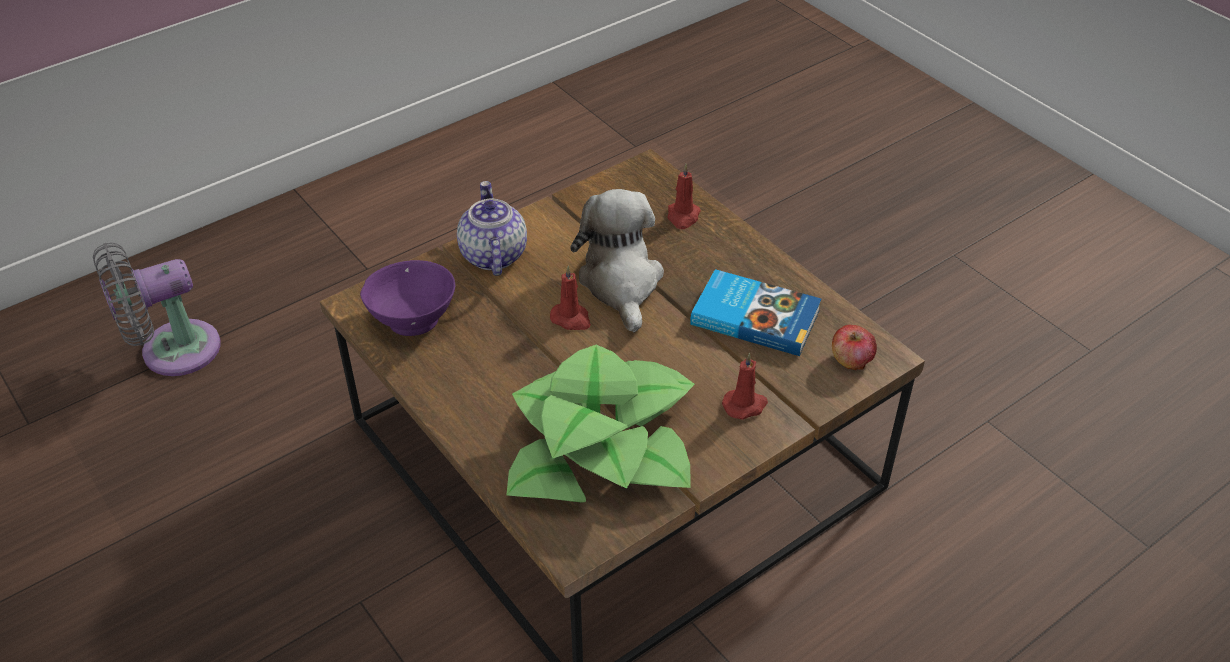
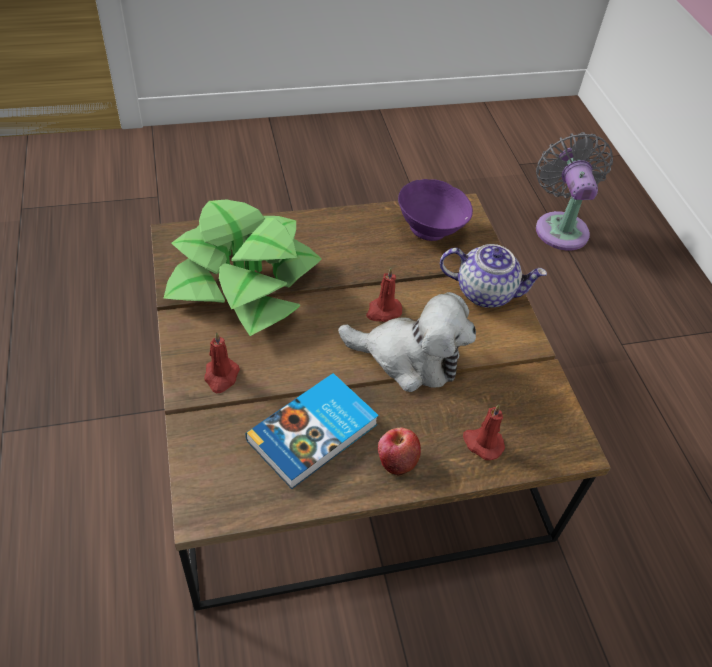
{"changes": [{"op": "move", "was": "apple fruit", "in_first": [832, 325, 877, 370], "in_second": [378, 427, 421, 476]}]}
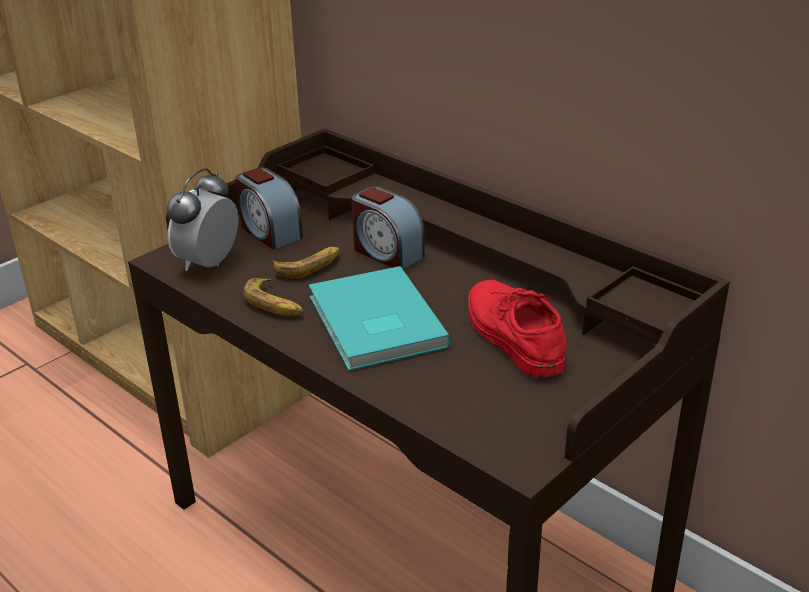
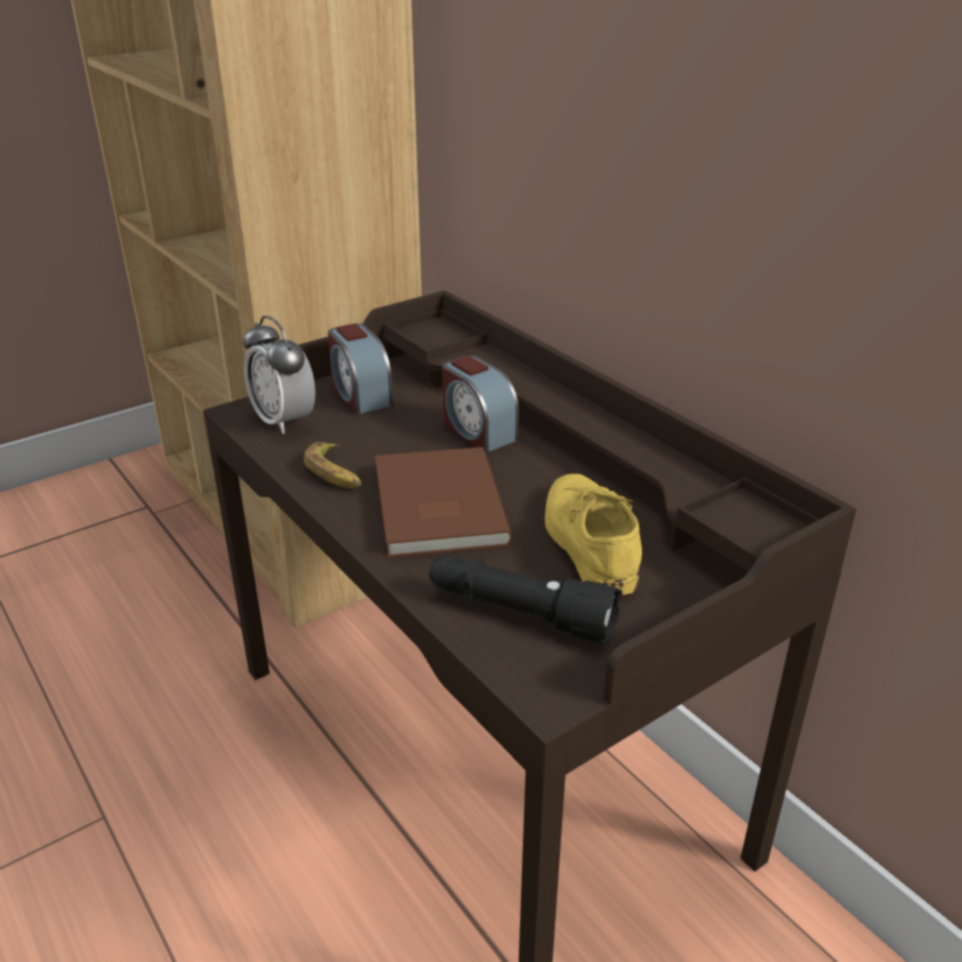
{"changes": [{"op": "rotate", "was": "table clock", "in_first": [167, 168, 238, 271], "in_second": [243, 316, 315, 434], "clockwise": -75}, {"op": "delete", "was": "banana", "in_first": [272, 247, 340, 279]}, {"op": "recolor", "was": "blue-green bound book", "now": "brown-coloured bound book", "in_first": [309, 266, 451, 371], "in_second": [375, 447, 512, 558]}, {"op": "recolor", "was": "red-coloured low shoe", "now": "yellowish low shoe", "in_first": [468, 280, 567, 379], "in_second": [545, 474, 642, 598]}, {"op": "insert", "now": "black flashlight", "in_second": [429, 556, 622, 644]}]}
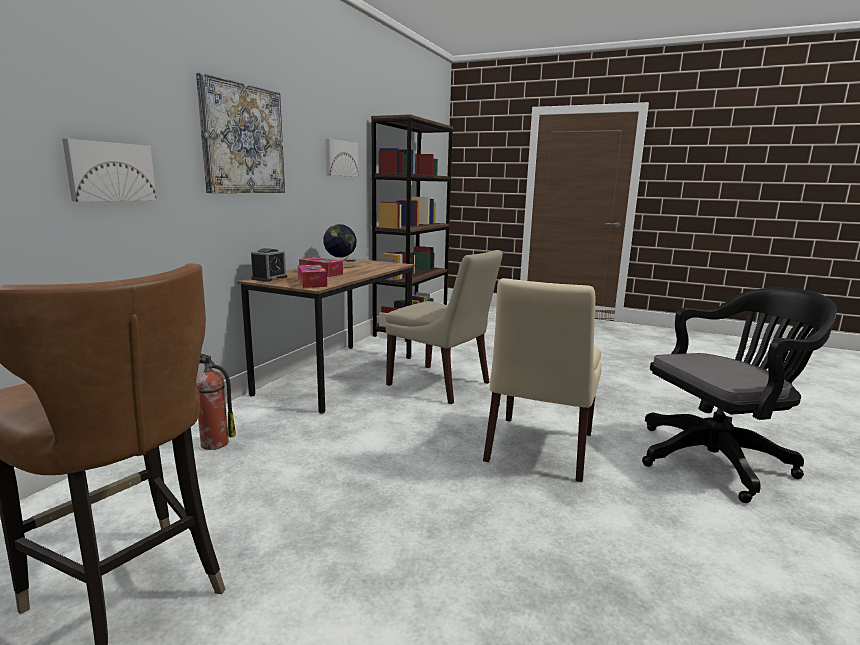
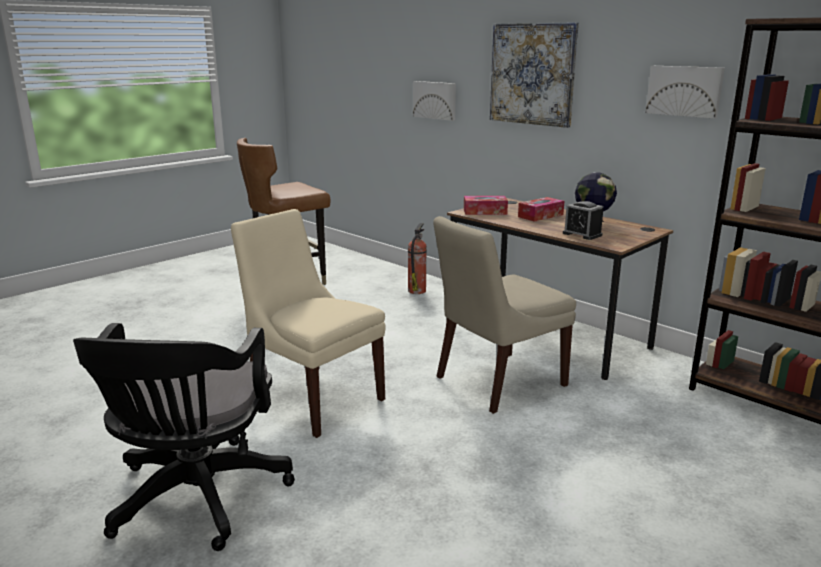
{"changes": [{"op": "move", "was": "table clock", "in_first": [251, 248, 287, 282], "in_second": [563, 201, 604, 240]}]}
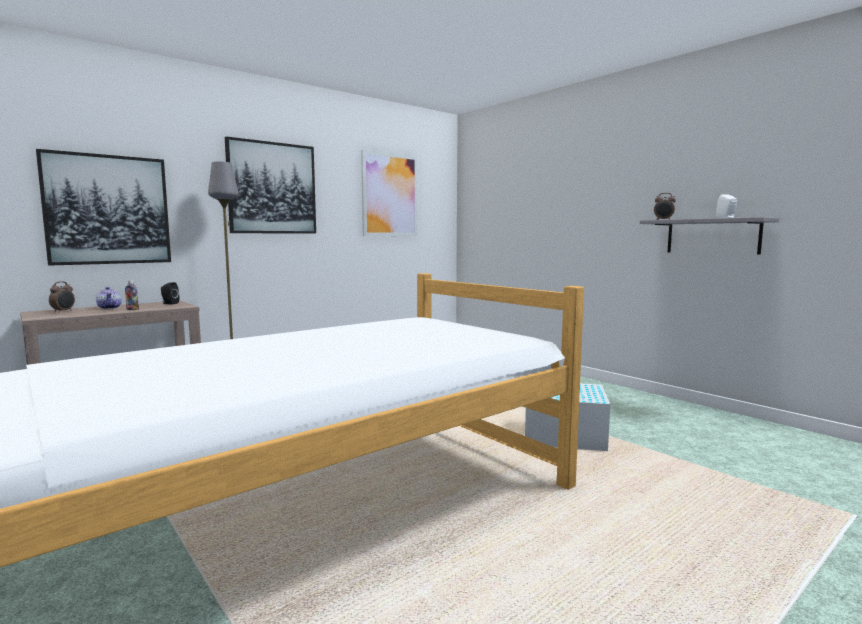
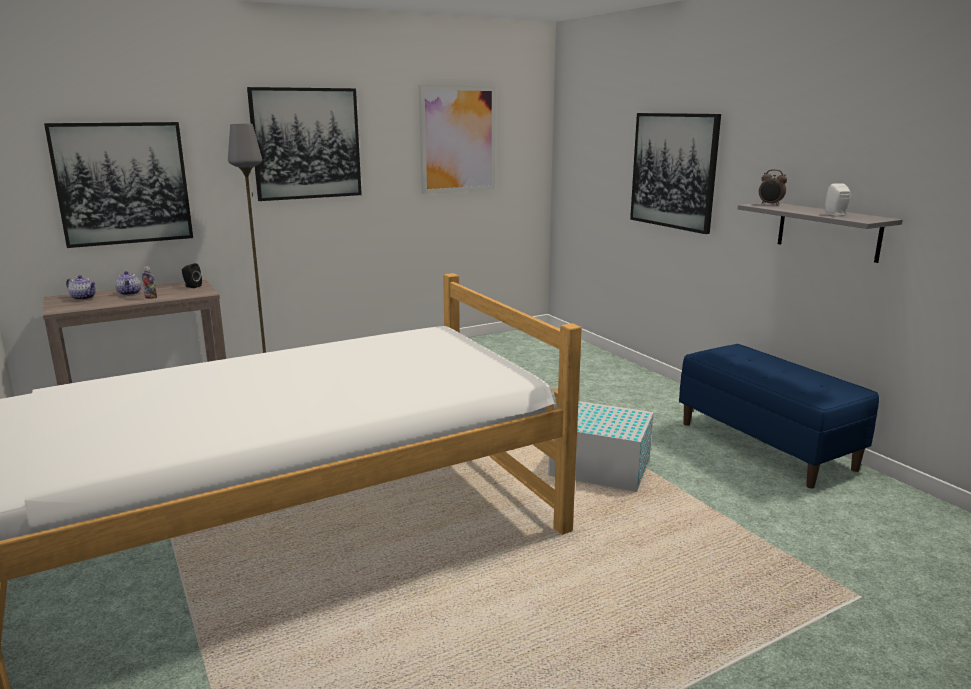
{"changes": [{"op": "replace", "was": "table clock", "now": "tea pot", "in_first": [49, 281, 75, 312], "in_second": [66, 275, 96, 300]}, {"op": "insert", "now": "wall art", "in_second": [630, 113, 721, 234]}, {"op": "insert", "now": "blue-coloured indoor bench", "in_second": [679, 344, 879, 489]}]}
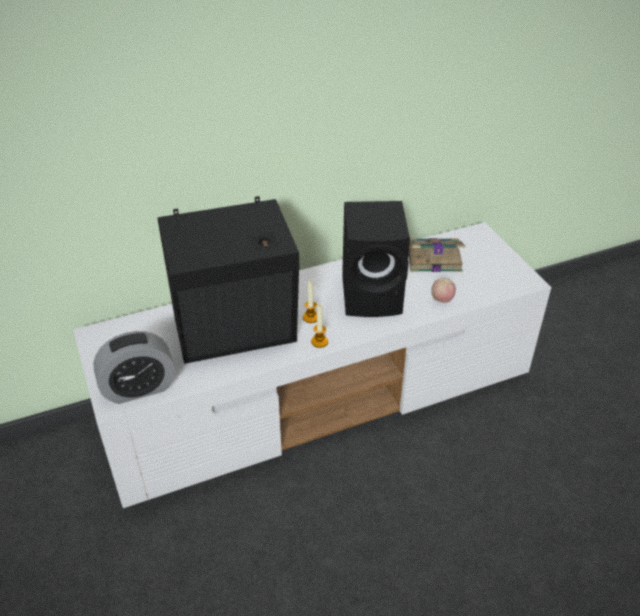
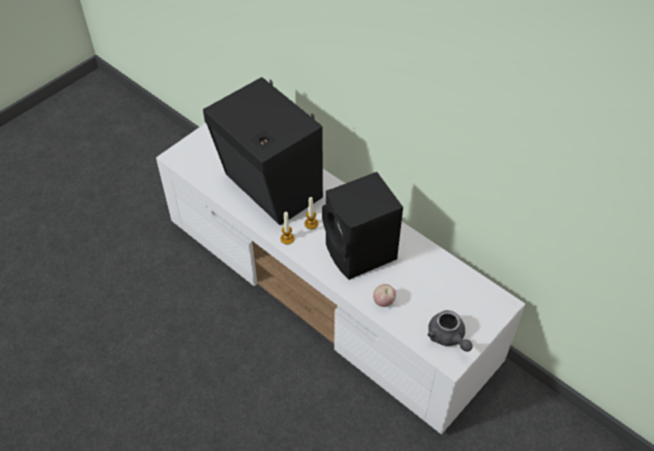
{"changes": [{"op": "delete", "was": "bound book", "in_first": [409, 238, 465, 272]}, {"op": "delete", "was": "table clock", "in_first": [93, 331, 175, 404]}, {"op": "insert", "now": "grey tea pot", "in_second": [427, 310, 473, 352]}]}
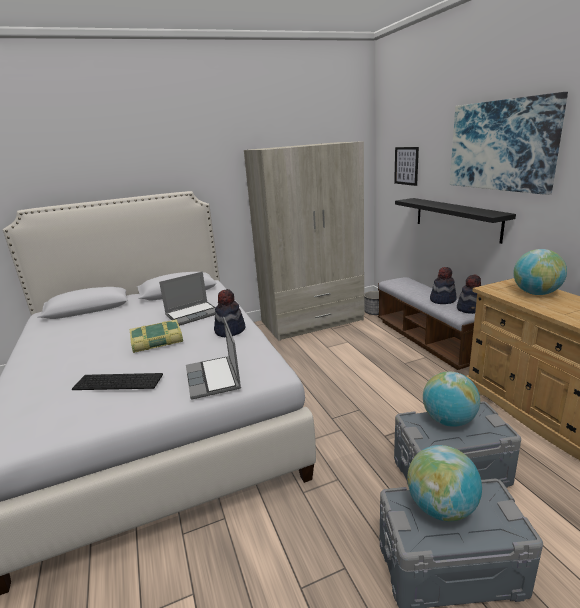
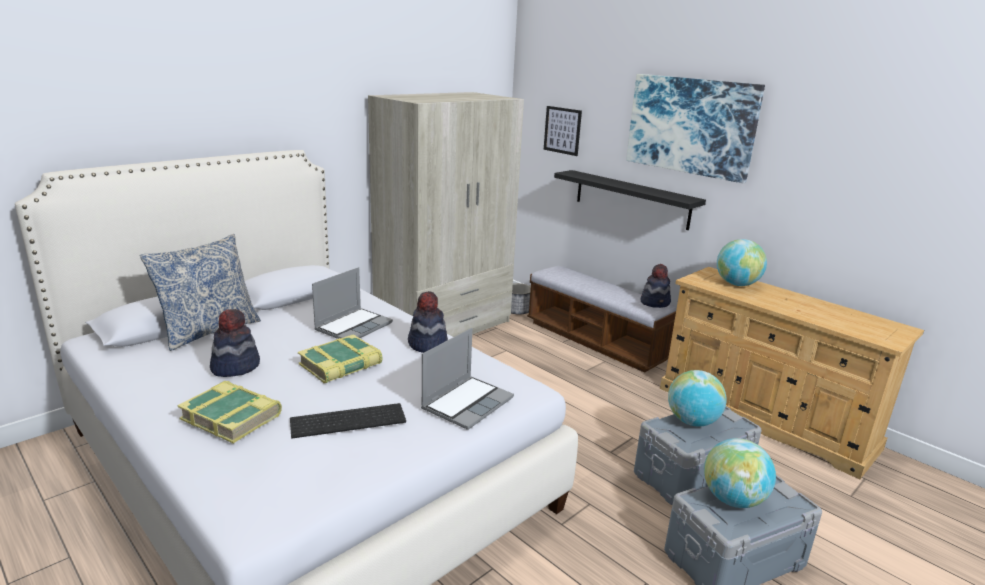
{"changes": [{"op": "move", "was": "hat", "in_first": [430, 267, 457, 304], "in_second": [210, 309, 260, 377]}, {"op": "rotate", "was": "laptop", "in_first": [186, 317, 241, 399], "in_second": [421, 328, 514, 430], "clockwise": -105}, {"op": "insert", "now": "pillow", "in_second": [140, 234, 261, 351]}, {"op": "insert", "now": "bound book", "in_second": [177, 381, 282, 443]}]}
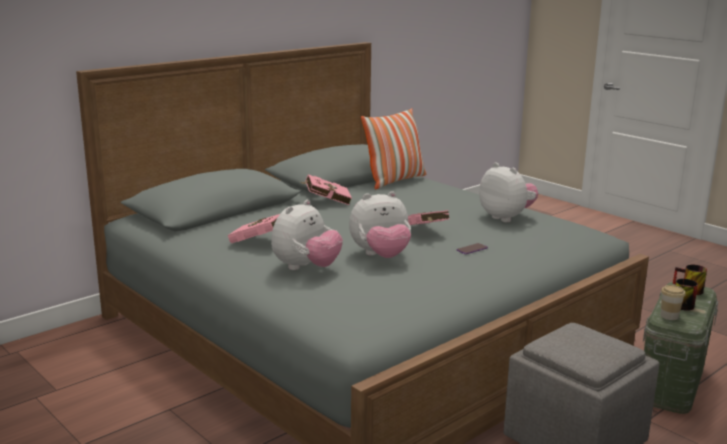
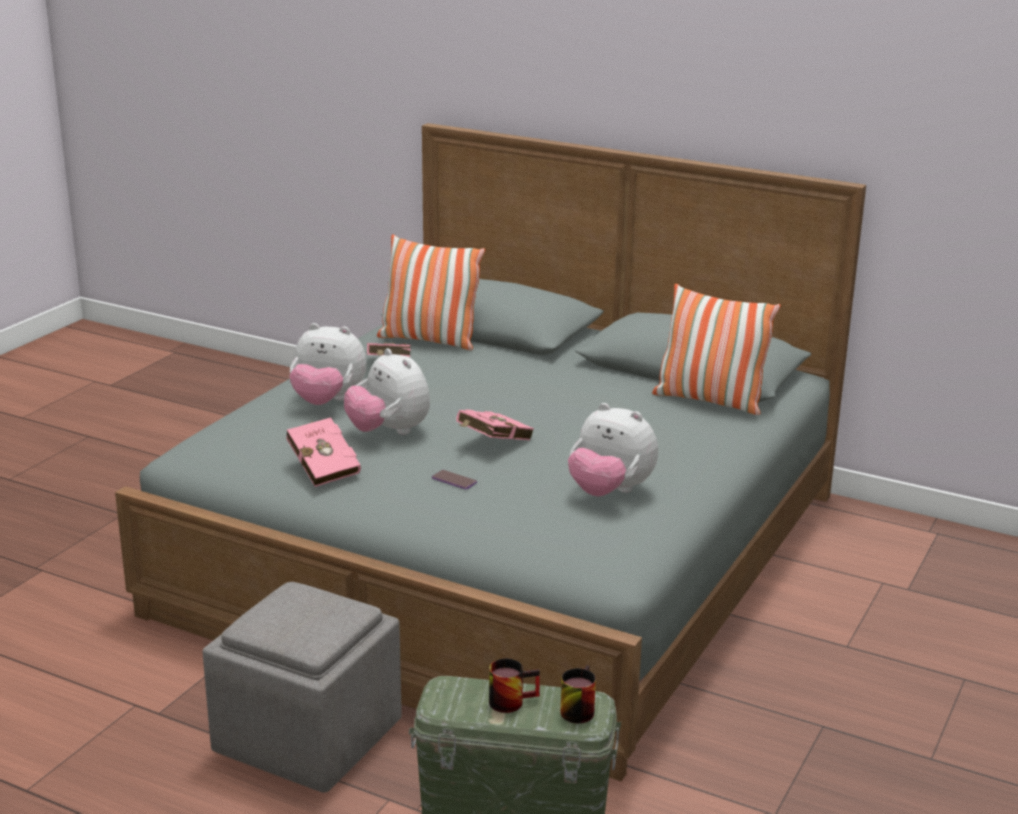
{"changes": [{"op": "rotate", "was": "soft toy", "in_first": [479, 162, 538, 223], "in_second": [568, 403, 658, 496], "clockwise": 90}, {"op": "move", "was": "pink bound book", "in_first": [300, 174, 352, 205], "in_second": [286, 417, 361, 487]}, {"op": "delete", "was": "small cup", "in_first": [661, 285, 686, 320]}, {"op": "insert", "now": "pillow", "in_second": [377, 234, 485, 350]}]}
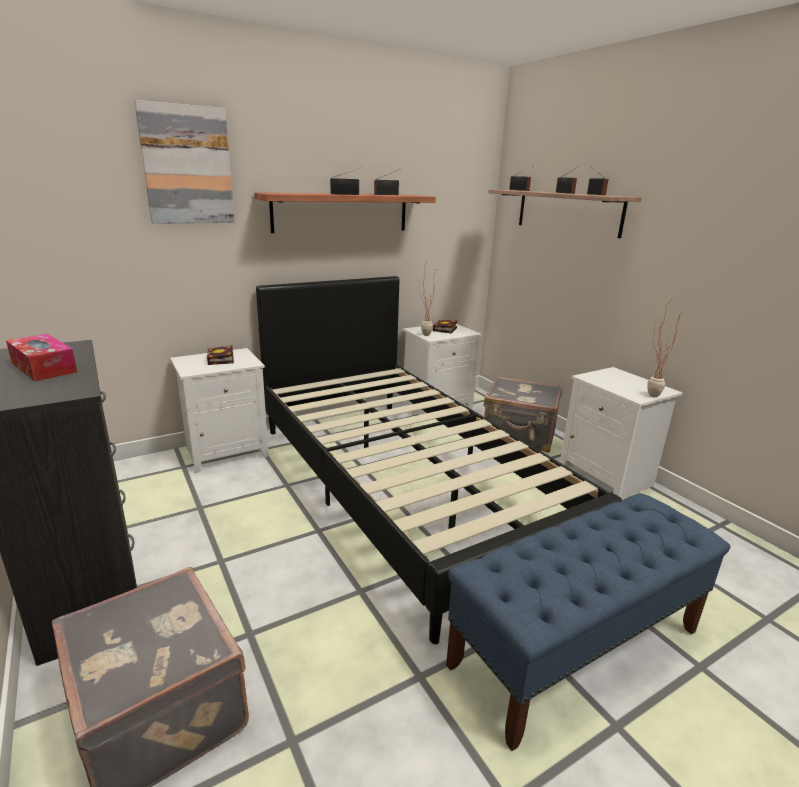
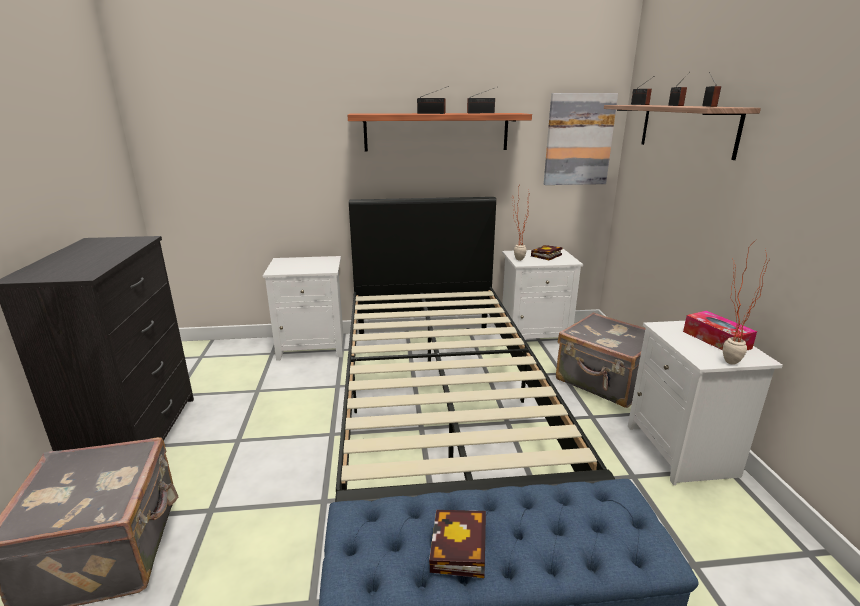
{"changes": [{"op": "move", "was": "wall art", "in_first": [134, 100, 235, 224], "in_second": [544, 93, 618, 185]}, {"op": "move", "was": "tissue holder", "in_first": [6, 334, 77, 381], "in_second": [683, 311, 757, 350]}, {"op": "move", "was": "bound book", "in_first": [207, 345, 234, 365], "in_second": [429, 510, 486, 578]}]}
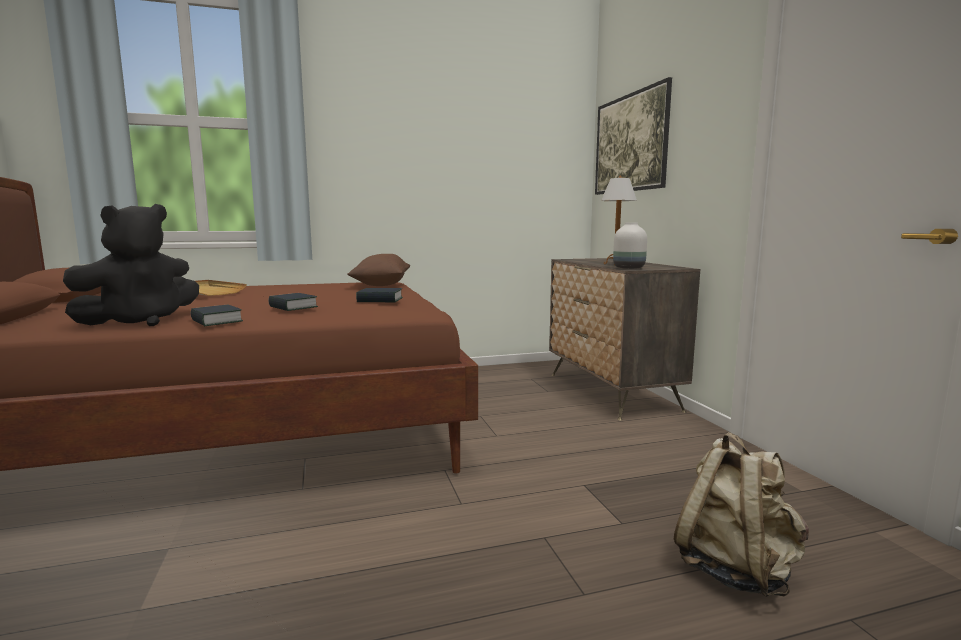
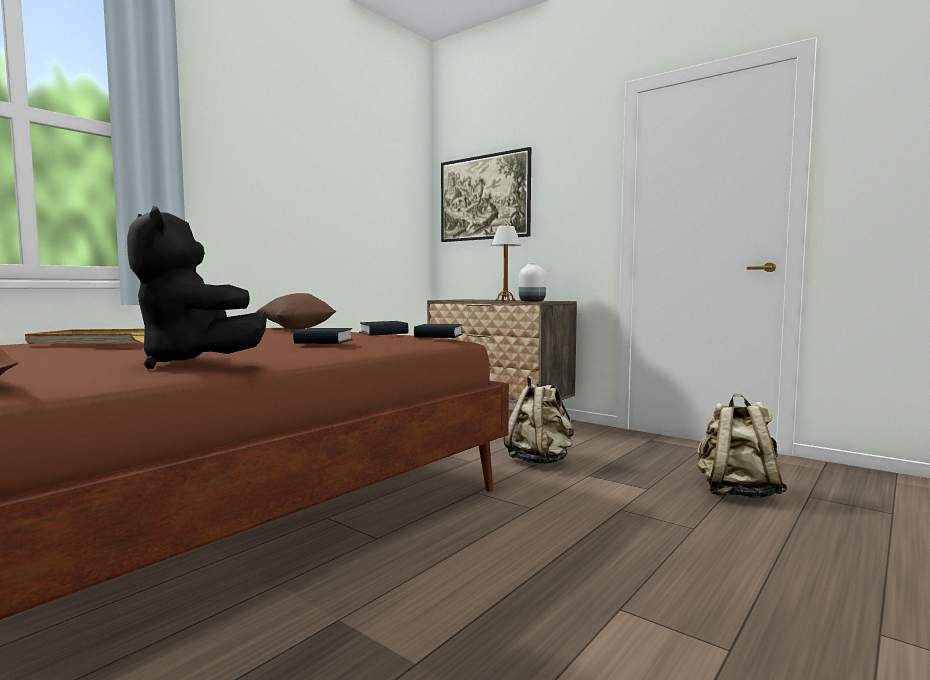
{"changes": [{"op": "rotate", "was": "black soft toy", "in_first": [63, 204, 199, 326], "in_second": [127, 206, 267, 369], "clockwise": 120}, {"op": "move", "was": "bound book", "in_first": [191, 305, 243, 326], "in_second": [414, 324, 463, 338]}, {"op": "insert", "now": "beige knapsack", "in_second": [504, 376, 574, 464]}]}
